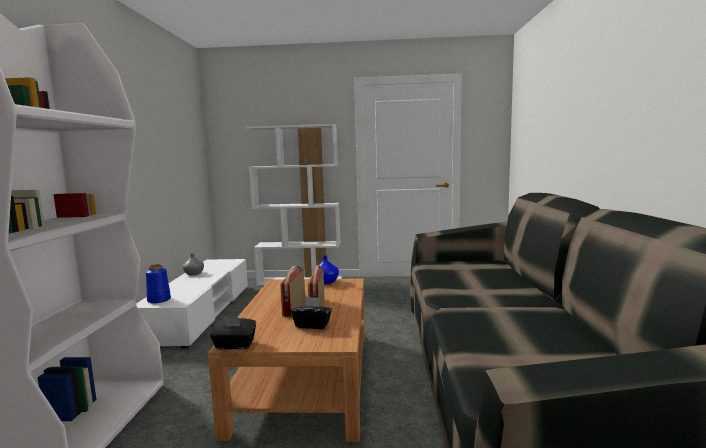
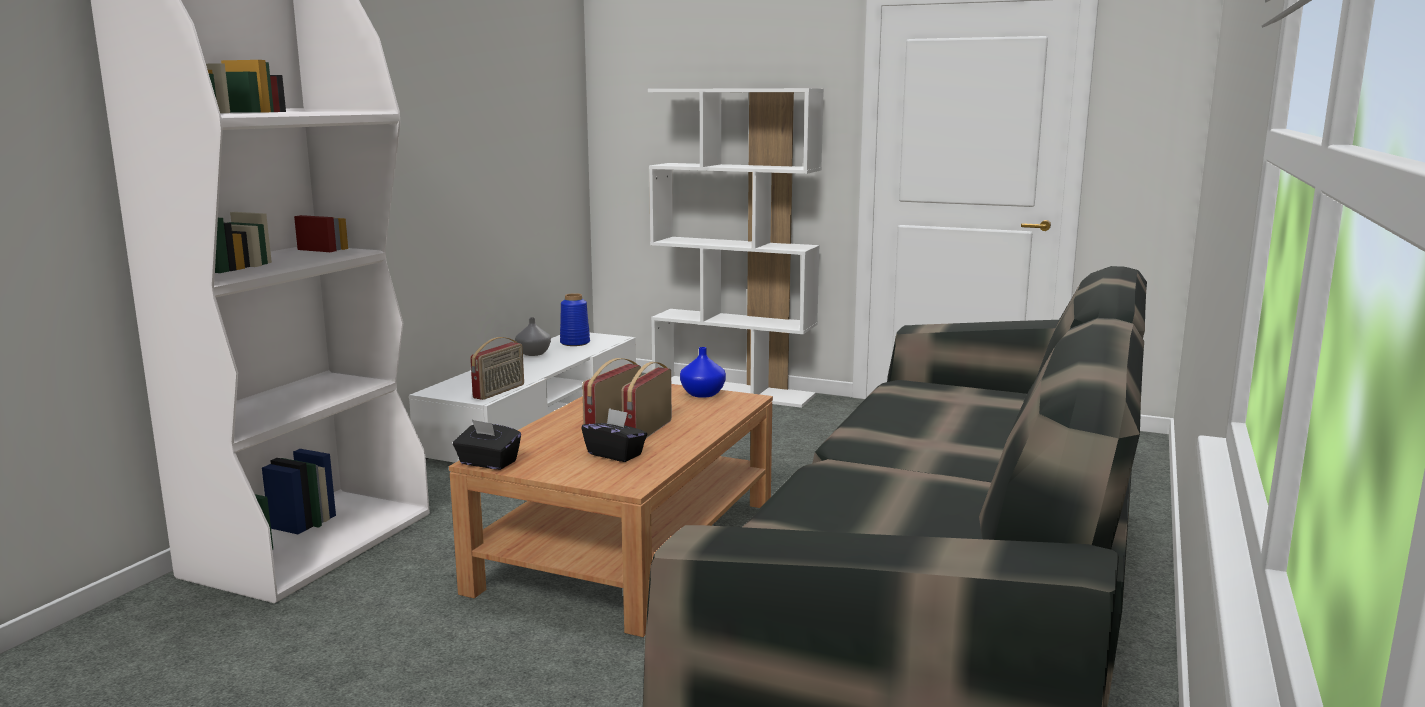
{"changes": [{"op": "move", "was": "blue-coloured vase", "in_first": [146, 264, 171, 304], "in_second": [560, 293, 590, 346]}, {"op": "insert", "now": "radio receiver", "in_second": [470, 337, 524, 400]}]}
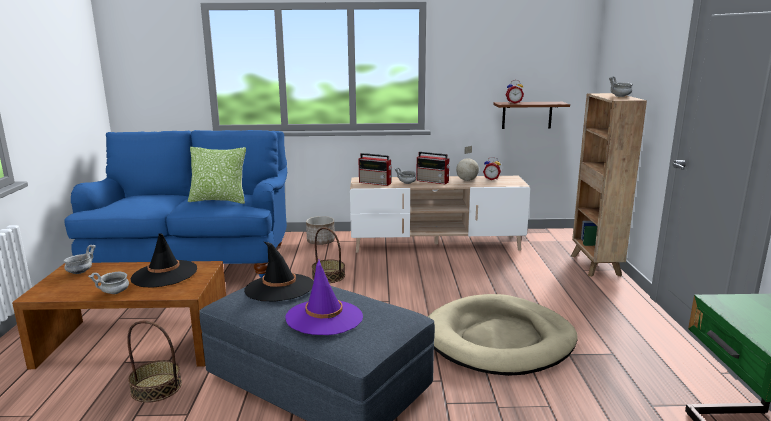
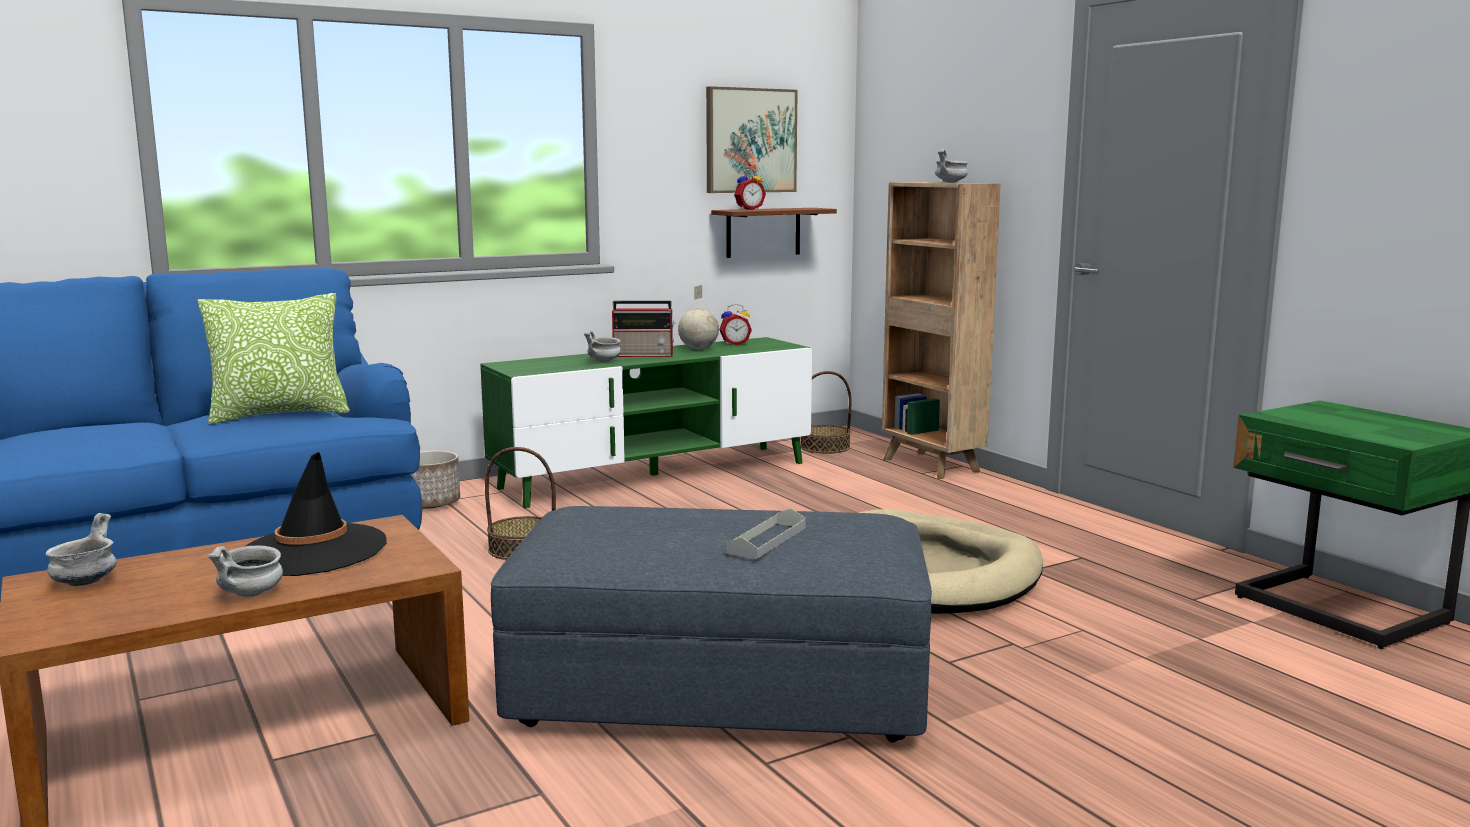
{"changes": [{"op": "delete", "was": "radio receiver", "in_first": [359, 153, 392, 186]}, {"op": "recolor", "was": "beige media console", "now": "green-coloured media console", "in_first": [350, 176, 530, 253], "in_second": [480, 337, 812, 508]}, {"op": "delete", "was": "black hat", "in_first": [244, 242, 314, 302]}, {"op": "replace", "was": "purplish hat", "now": "grey serving tray", "in_first": [285, 260, 363, 335], "in_second": [726, 508, 806, 559]}, {"op": "move", "was": "household basket", "in_first": [127, 320, 182, 403], "in_second": [801, 371, 851, 453]}, {"op": "insert", "now": "wall art", "in_second": [706, 86, 798, 193]}]}
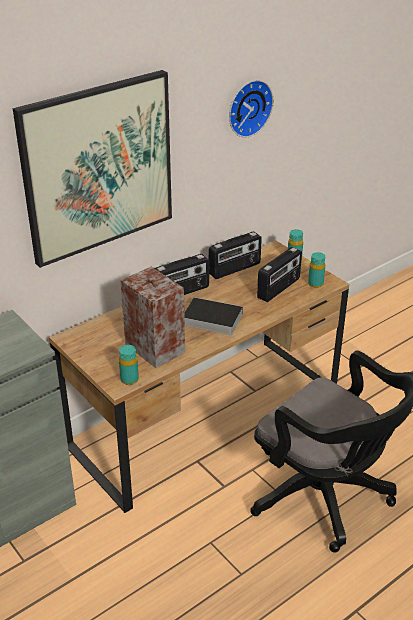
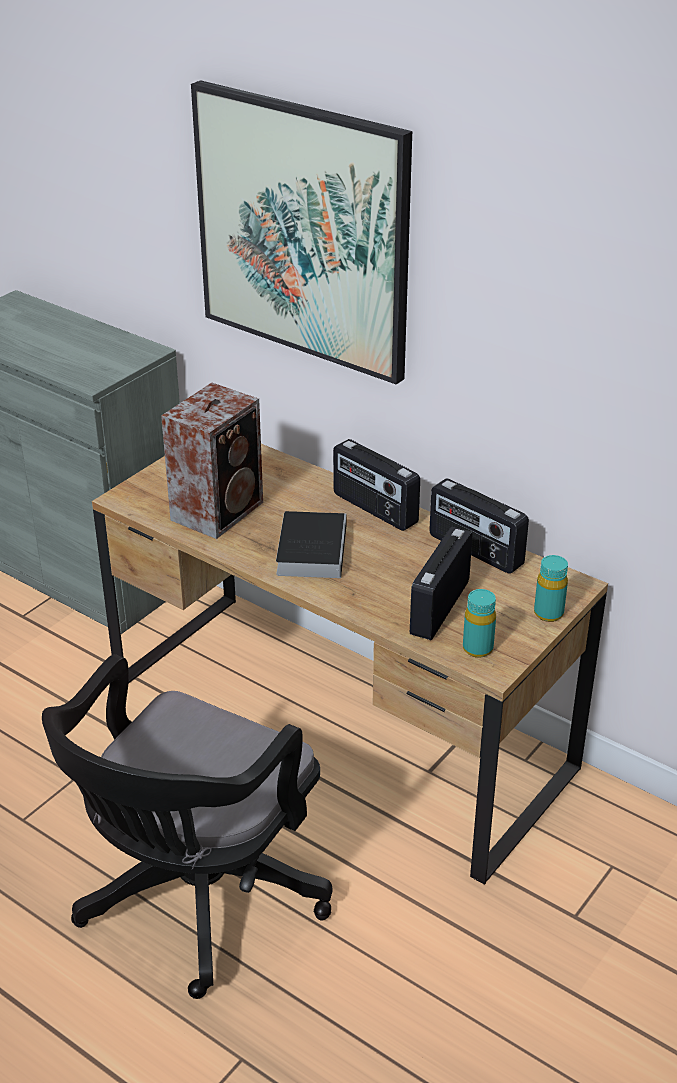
{"changes": [{"op": "delete", "was": "wall clock", "in_first": [229, 80, 273, 137]}, {"op": "rotate", "was": "radio receiver", "in_first": [257, 247, 302, 302], "in_second": [410, 527, 473, 640], "clockwise": 90}, {"op": "delete", "was": "blue-green bottle", "in_first": [119, 345, 139, 385]}]}
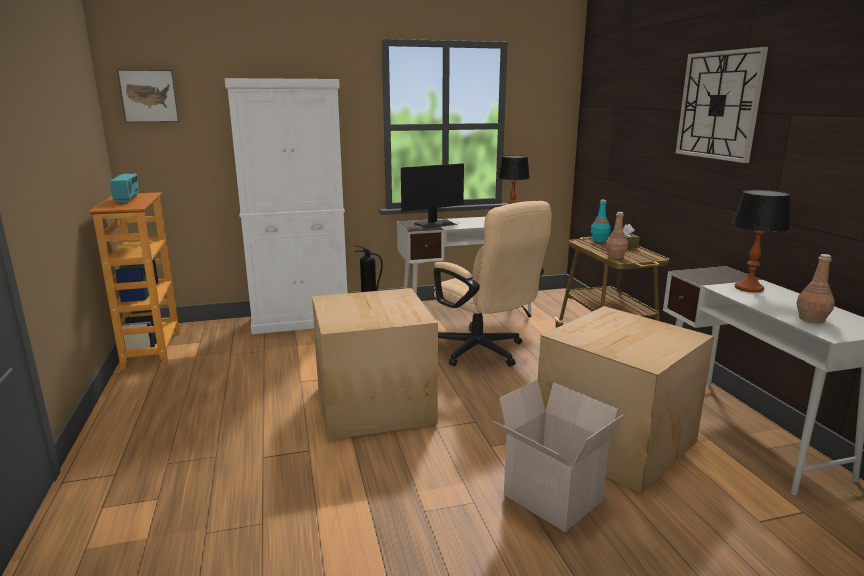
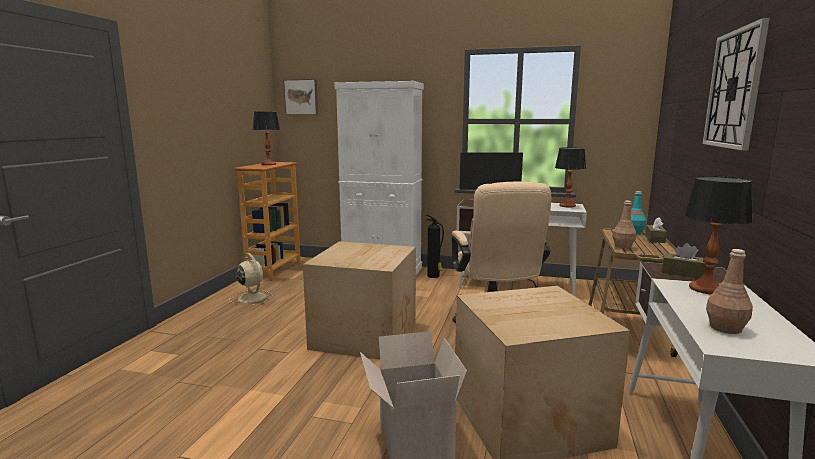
{"changes": [{"op": "replace", "was": "radio receiver", "now": "lamp for a table", "in_first": [109, 174, 139, 203], "in_second": [253, 112, 280, 165]}, {"op": "insert", "now": "brown-coloured tissue holder", "in_second": [662, 243, 706, 278]}, {"op": "insert", "now": "beige cooling fan", "in_second": [229, 253, 273, 306]}]}
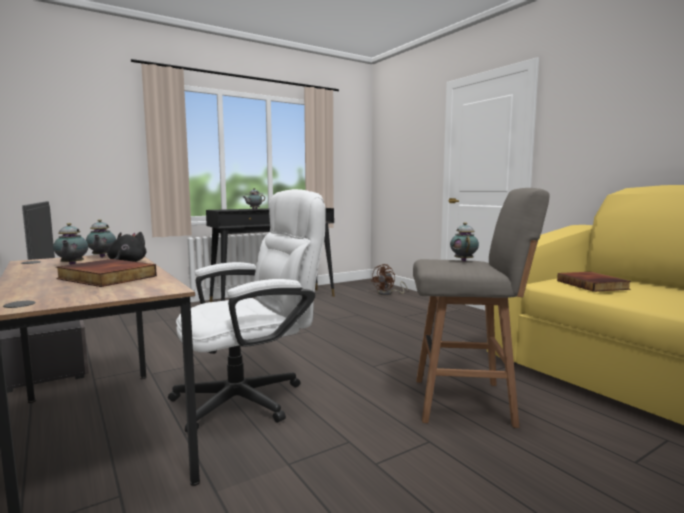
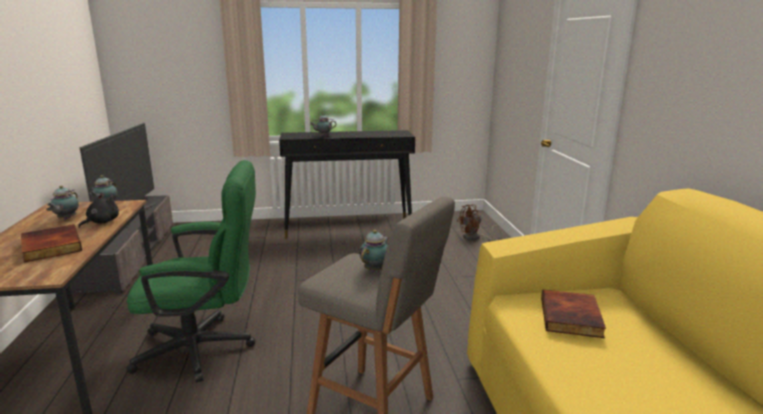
{"changes": [{"op": "recolor", "was": "whitish desk chair", "now": "green-coloured desk chair", "in_first": [168, 189, 326, 432], "in_second": [126, 160, 256, 382]}]}
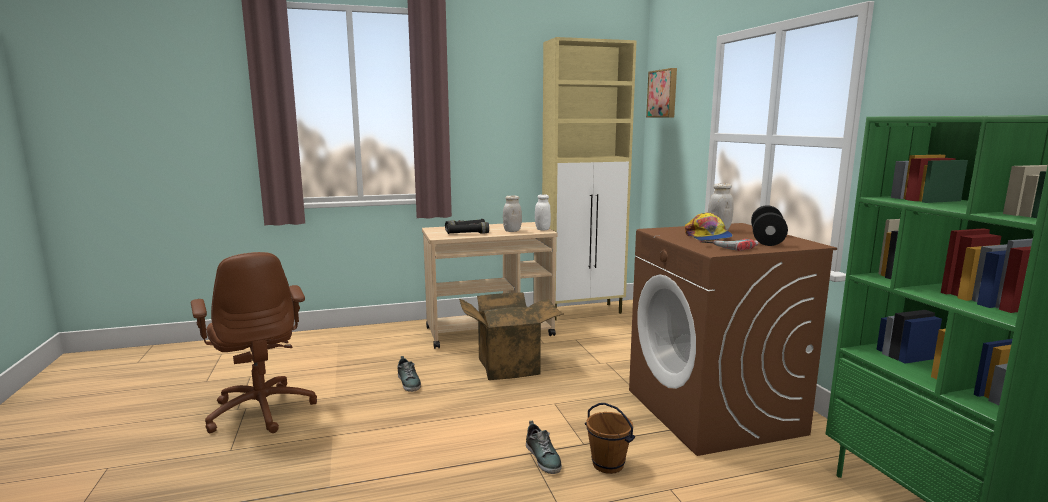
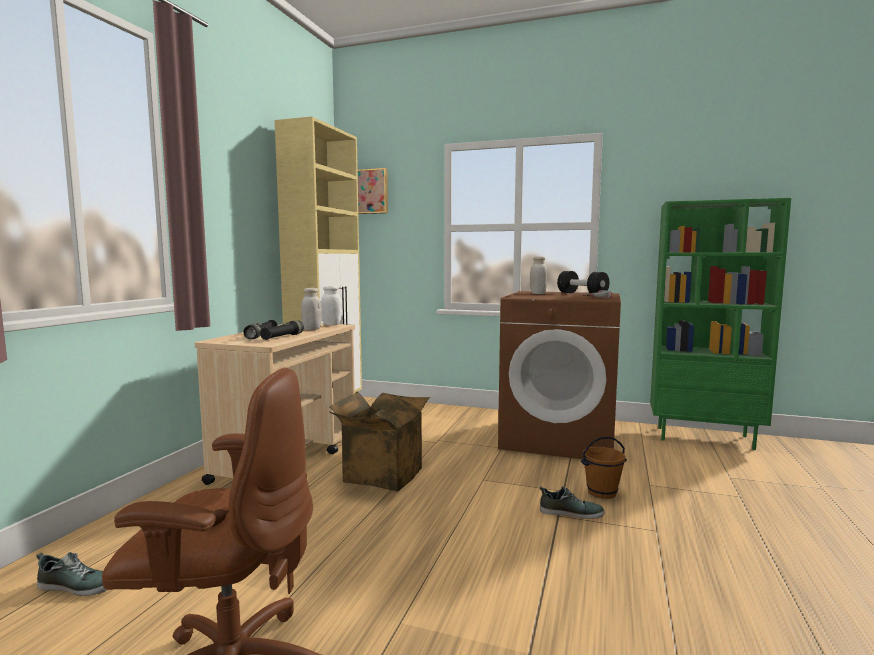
{"changes": [{"op": "delete", "was": "baseball cap", "in_first": [685, 213, 733, 241]}, {"op": "move", "was": "low shoe", "in_first": [397, 356, 421, 392], "in_second": [36, 552, 107, 596]}]}
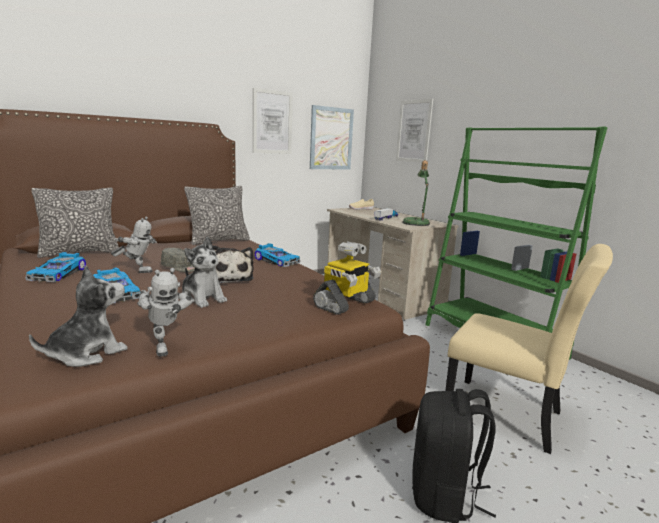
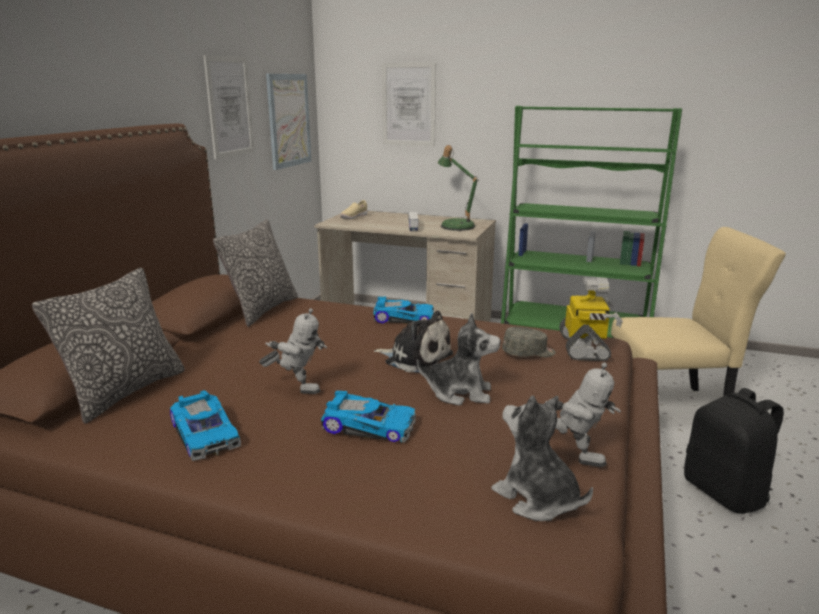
{"changes": [{"op": "rotate", "was": "model robot", "in_first": [111, 217, 157, 273], "in_second": [259, 308, 327, 394], "clockwise": 45}, {"op": "move", "was": "grey baseball cap", "in_first": [161, 248, 195, 272], "in_second": [502, 327, 556, 357]}, {"op": "rotate", "was": "soft toy", "in_first": [29, 265, 128, 367], "in_second": [491, 395, 593, 521], "clockwise": -45}]}
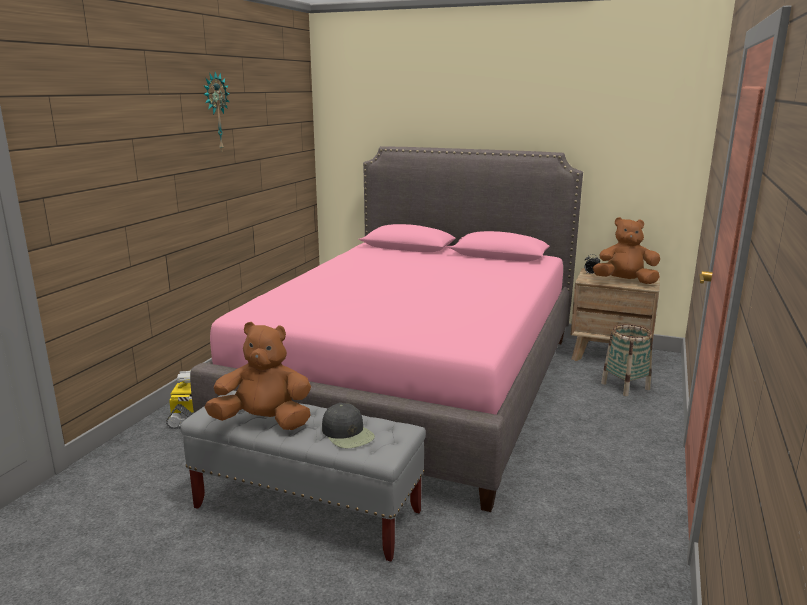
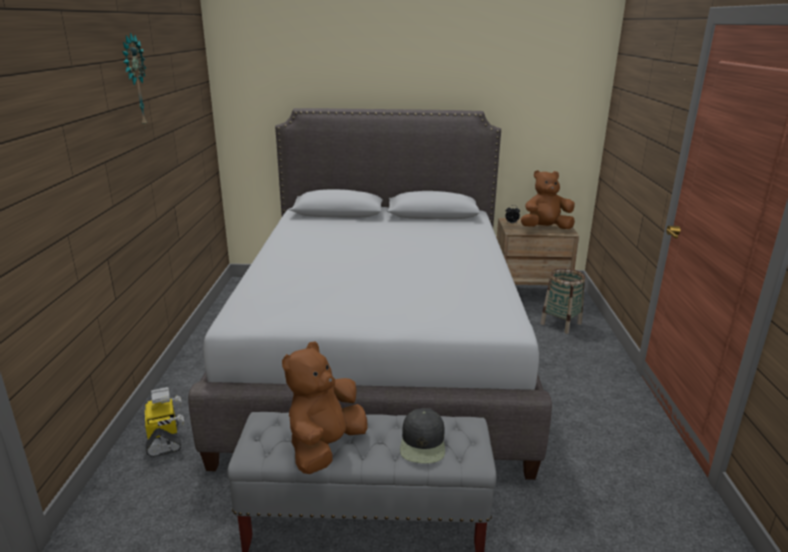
{"changes": [{"op": "recolor", "was": "pink bed", "now": "grey bed", "in_first": [190, 146, 583, 512], "in_second": [188, 108, 552, 480]}, {"op": "rotate", "was": "brown-coloured soft toy", "in_first": [204, 322, 311, 430], "in_second": [282, 342, 367, 474], "clockwise": -45}, {"op": "rotate", "was": "black baseball cap", "in_first": [322, 403, 375, 448], "in_second": [400, 408, 445, 464], "clockwise": 60}]}
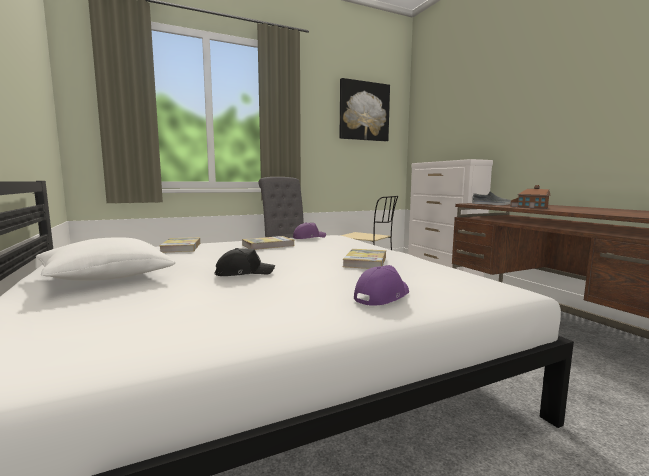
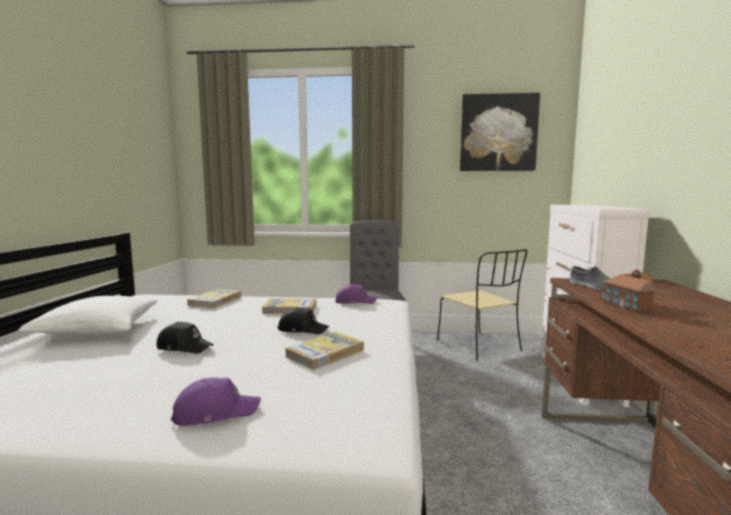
{"changes": [{"op": "insert", "now": "black baseball cap", "in_second": [277, 307, 329, 334]}]}
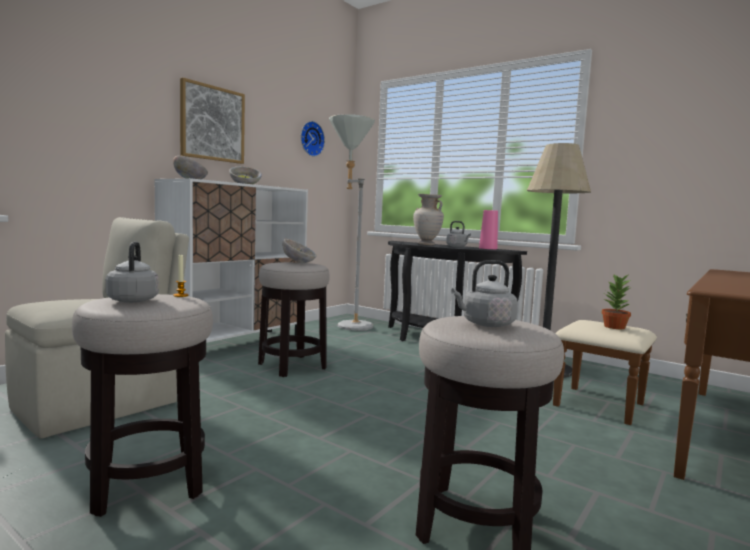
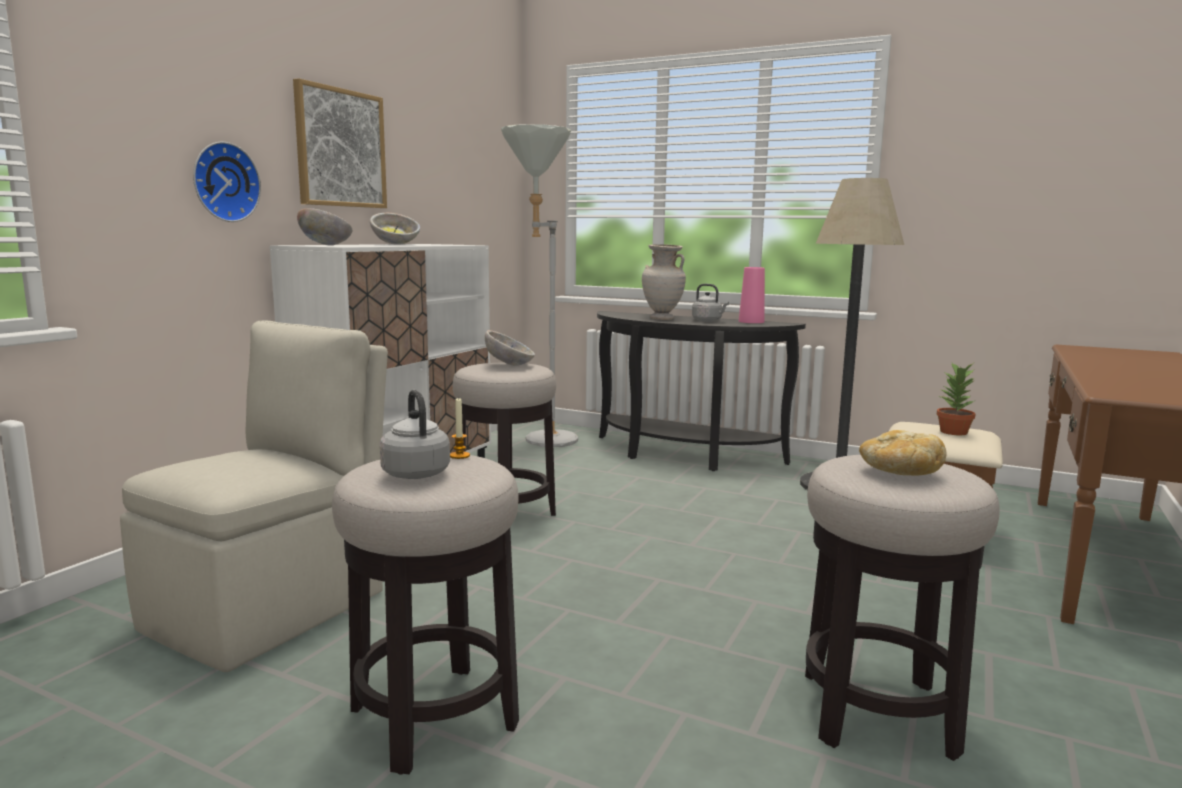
{"changes": [{"op": "move", "was": "wall clock", "in_first": [301, 121, 325, 157], "in_second": [193, 142, 261, 222]}, {"op": "replace", "was": "grey tea kettle", "now": "bakery bread", "in_first": [451, 260, 518, 327], "in_second": [859, 430, 947, 476]}]}
